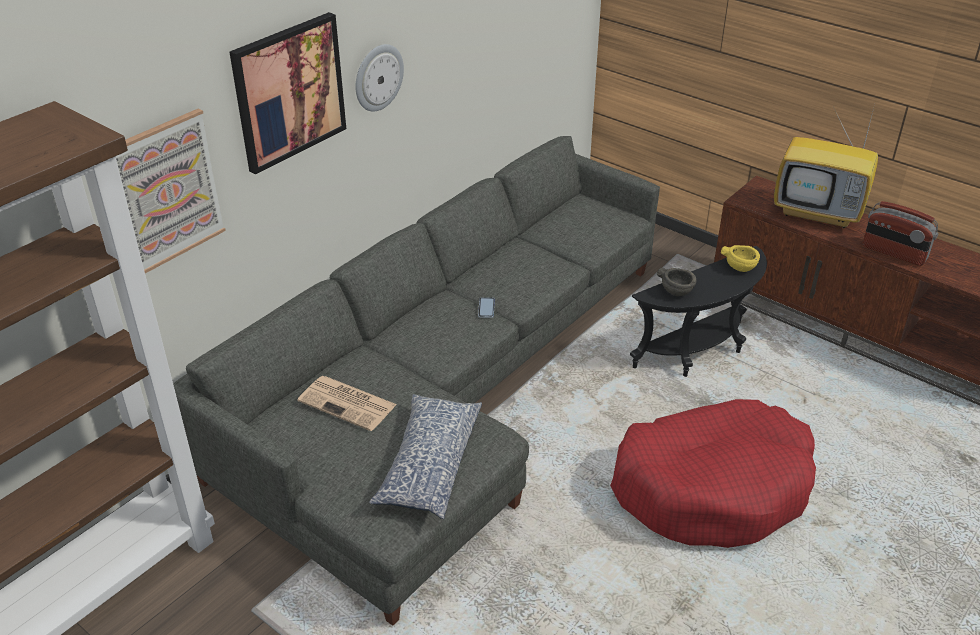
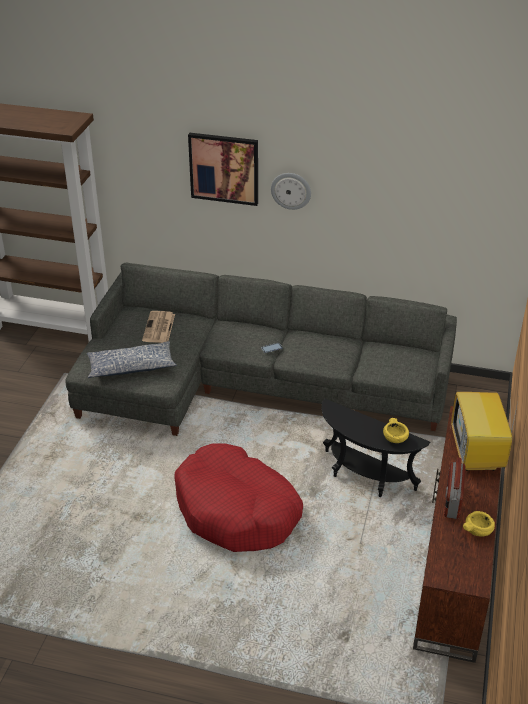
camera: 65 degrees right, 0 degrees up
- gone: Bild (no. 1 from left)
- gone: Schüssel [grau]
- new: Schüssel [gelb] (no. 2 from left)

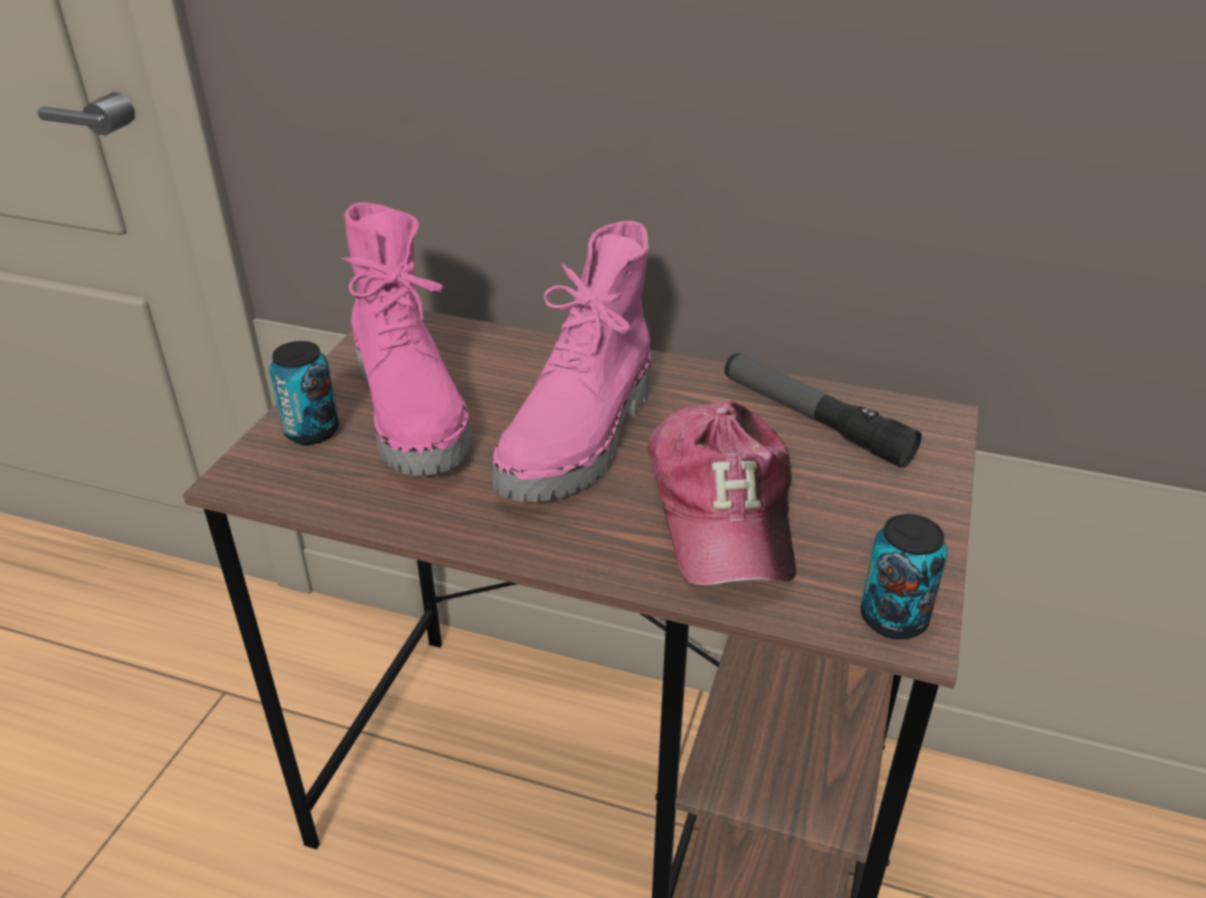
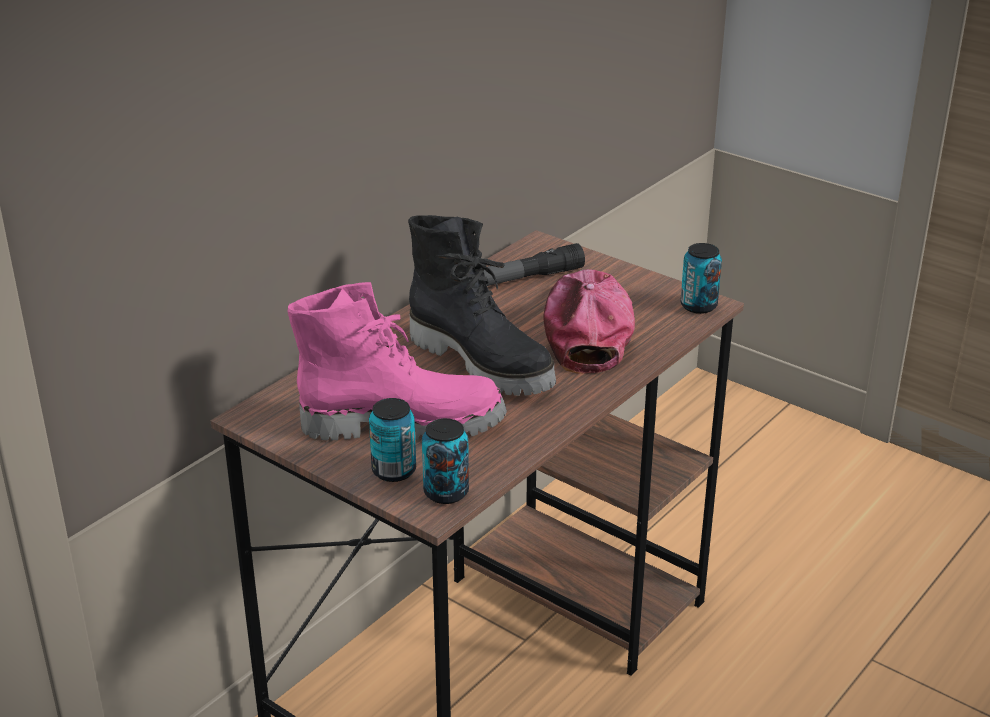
camera: 70 degrees left, 5 degrees down
- repainted: Stiefel [rosa] (no. 2 from left) to Stiefel [schwarz]
- rotated: Kappe 105 degrees counterclockwise
- new: Dose (no. 2 from left)

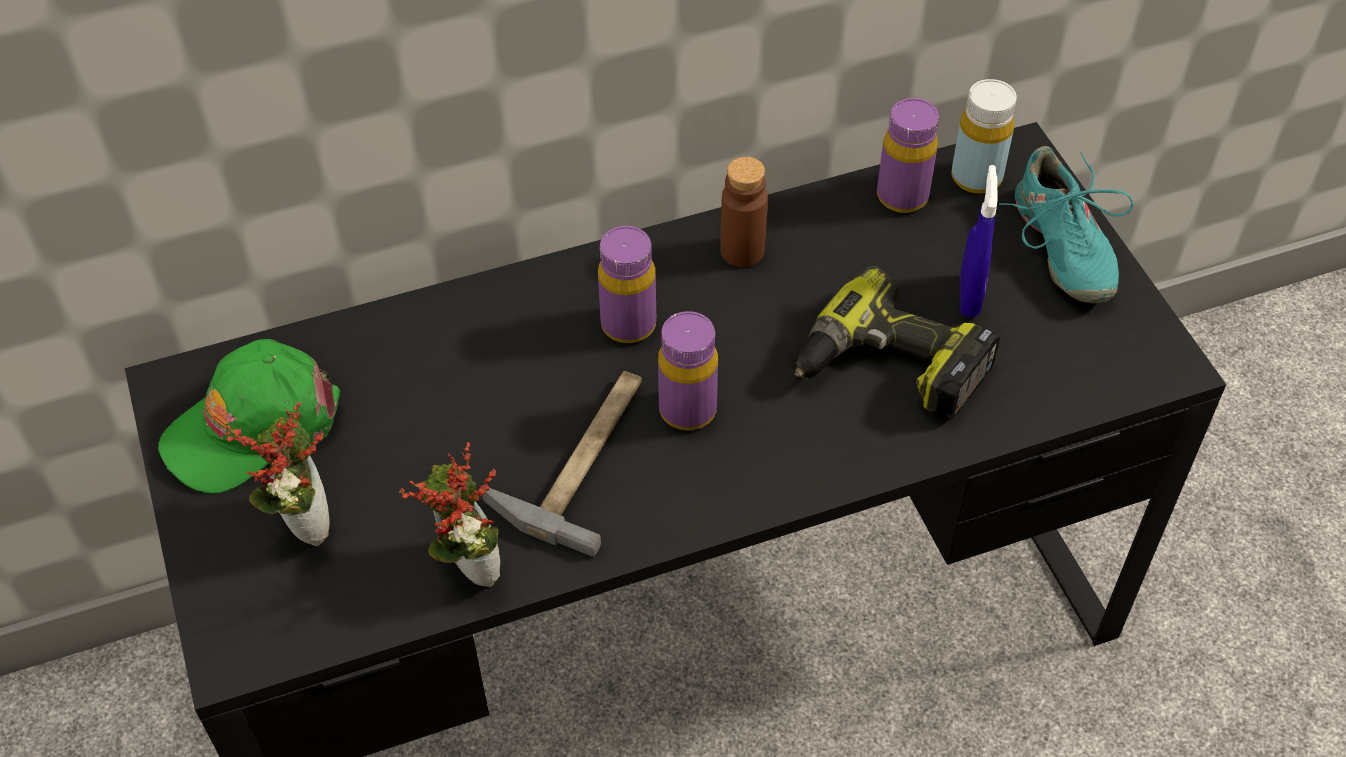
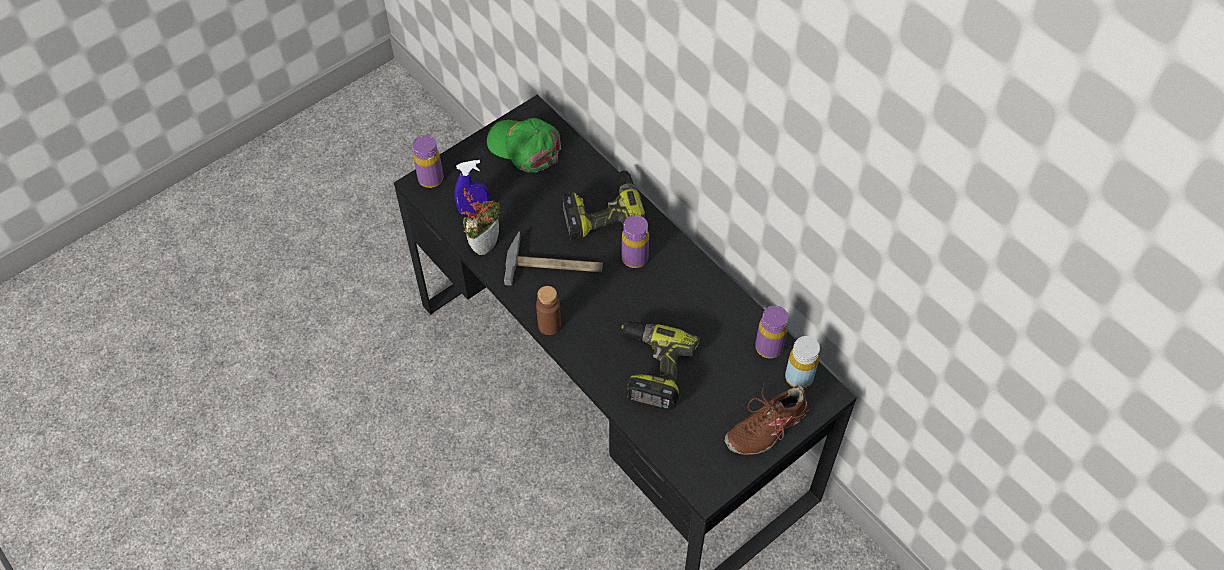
camera: 70 degrees right, 5 degrees up
- gone: Topfpflanze (no. 1 from left)
- shifted: Flasche [lila] (no. 2 from left in the first image) to Flasche [lila] (no. 1 from left)
- shifted: Flasche [braun]
- shifted: Sprühflasche [blau]
- repainted: Schuh [türkis] to Schuh [braun]
- new: Bohrmaschine (no. 1 from left)

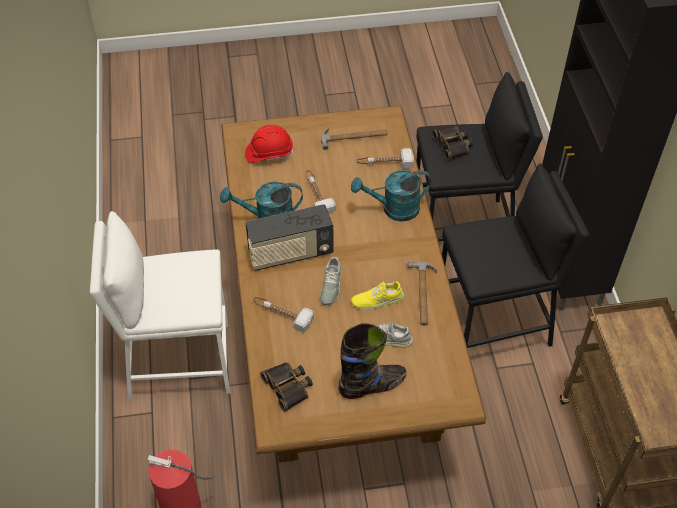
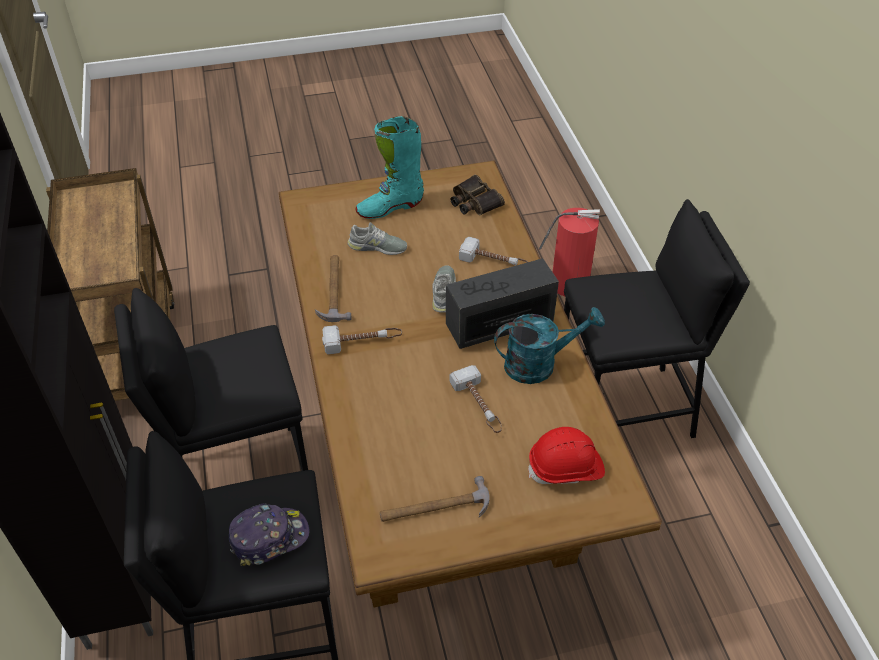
camera: 175 degrees right, 5 degrees down
- repainted: Hocker [weiß] to Hocker [schwarz] (no. 3 from left)
- repainted: Stiefel [schwarz] to Stiefel [türkis]
- gone: Gießkanne [türkis] (no. 2 from left)
- gone: Schuh [gelb]
- shifted: Hammer (no. 4 from left in the first image) to Hammer (no. 2 from left)
- swapped: Fernglas (no. 2 from left) to Kappe

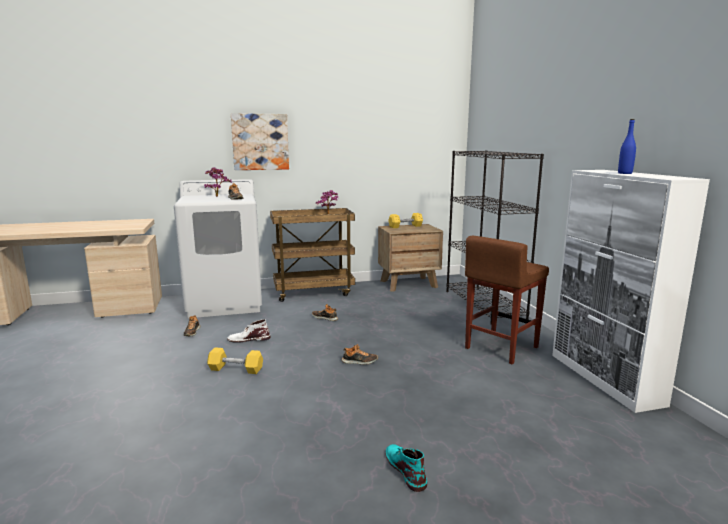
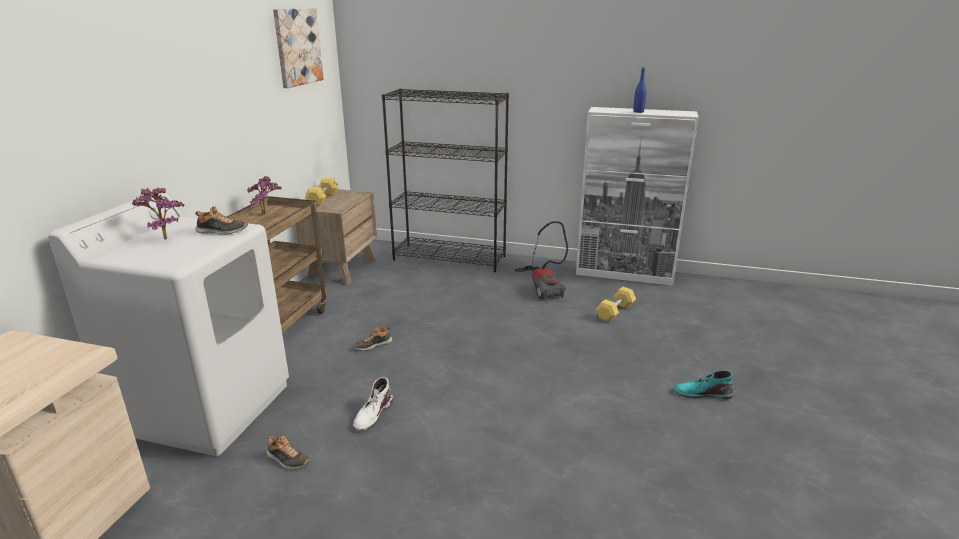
camera: 60 degrees left, 10 degrees up
- shifted: Hantel [gelb] (no. 1 from left in the first image) to Hantel [gelb] (no. 2 from left)
- shifted: Bild
- gone: Schuh (no. 4 from left)
- swapped: Hocker [braun] to Staubsauger

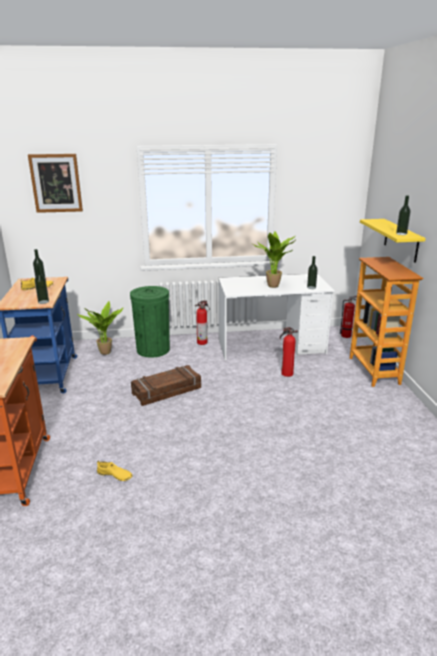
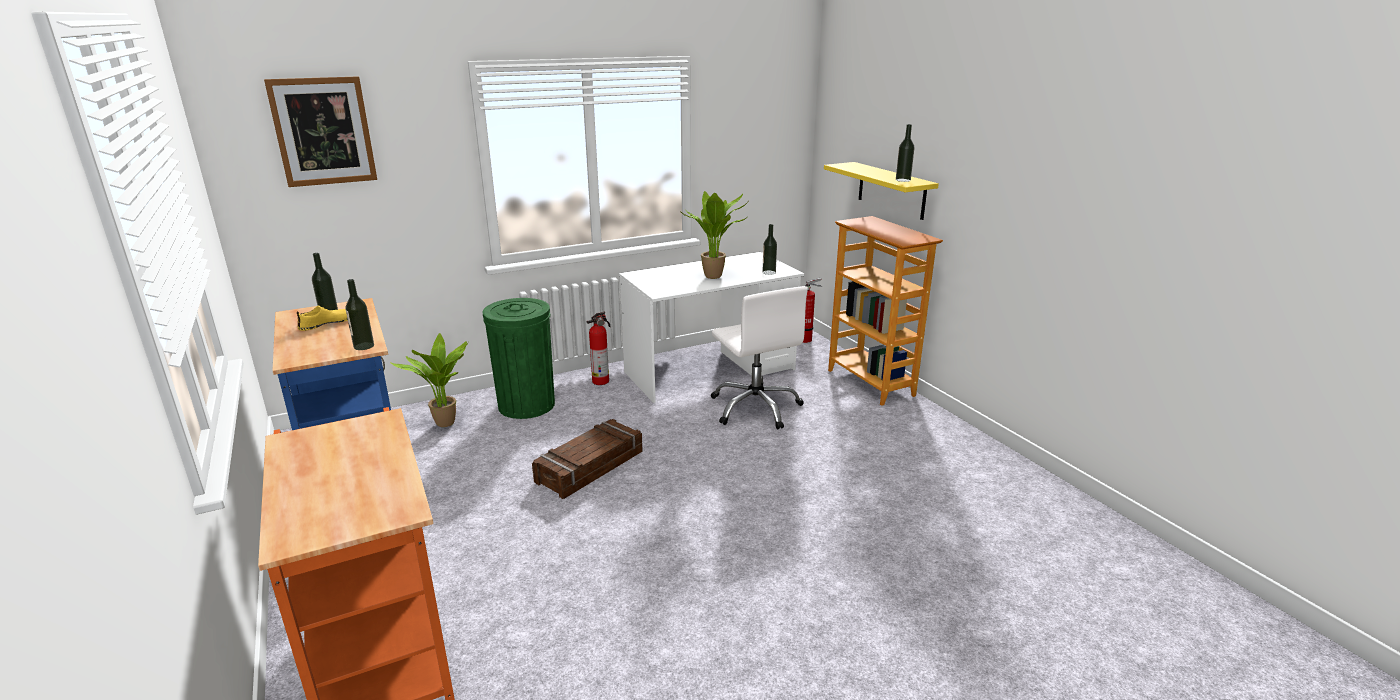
camera: 20 degrees left, 0 degrees up
- gone: Schuh [gelb] (no. 2 from left)
- swapped: Feuerlöscher (no. 2 from left) to Bürostuhl [weiß]

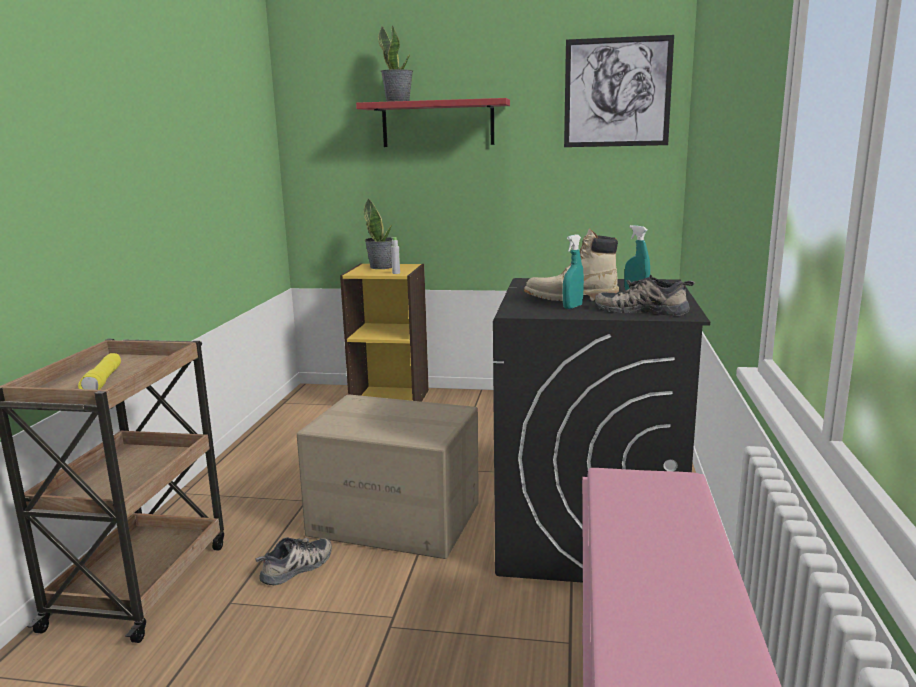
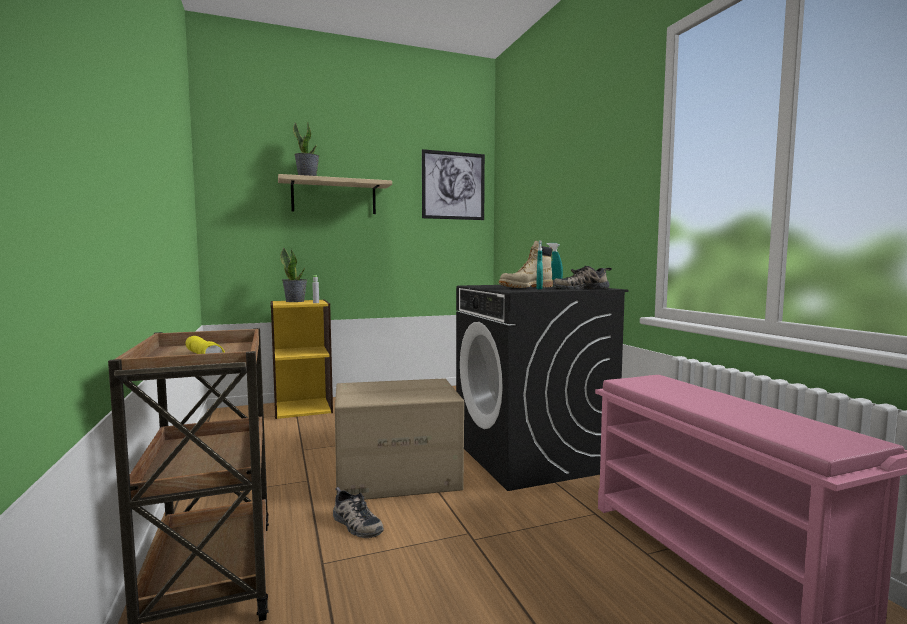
camera: 30 degrees left, 10 degrees down
- rotated: Schuh (no. 1 from left) 120 degrees clockwise
- repainted: Wandregal [rot] to Wandregal [beige]

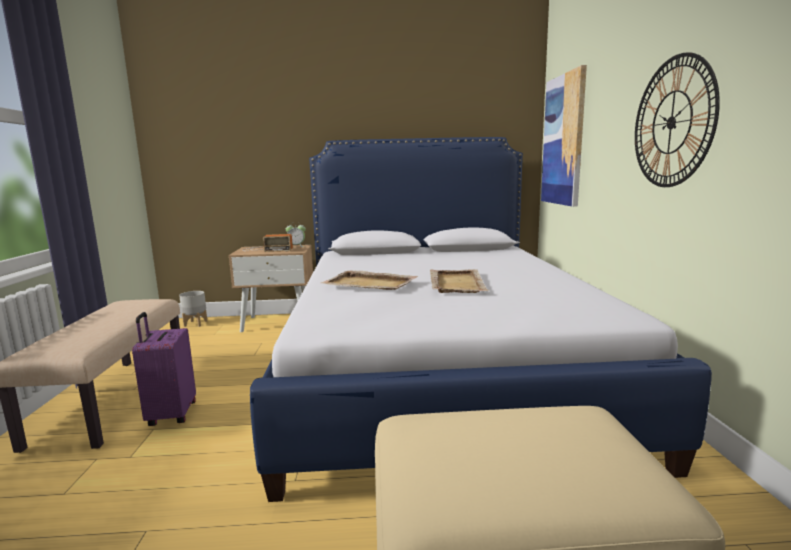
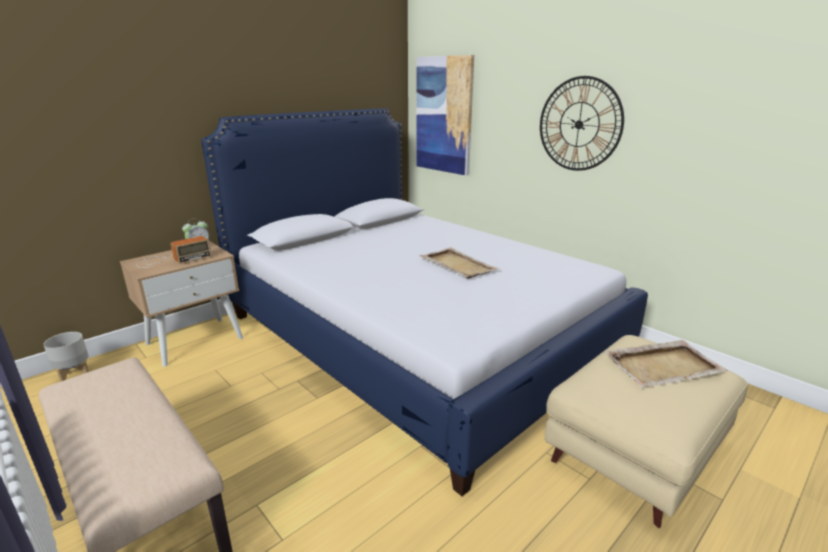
camera: 40 degrees left, 10 degrees up
- gone: Koffer [lila]
- shifted: Tablett [beige] (no. 1 from left in the first image) to Tablett [beige] (no. 2 from left)

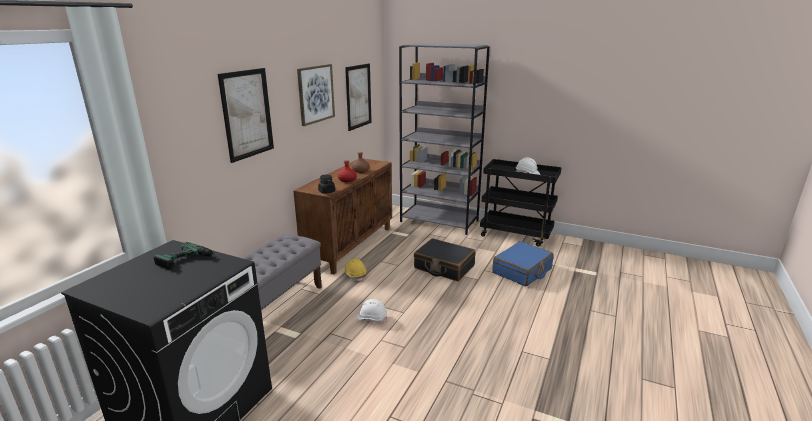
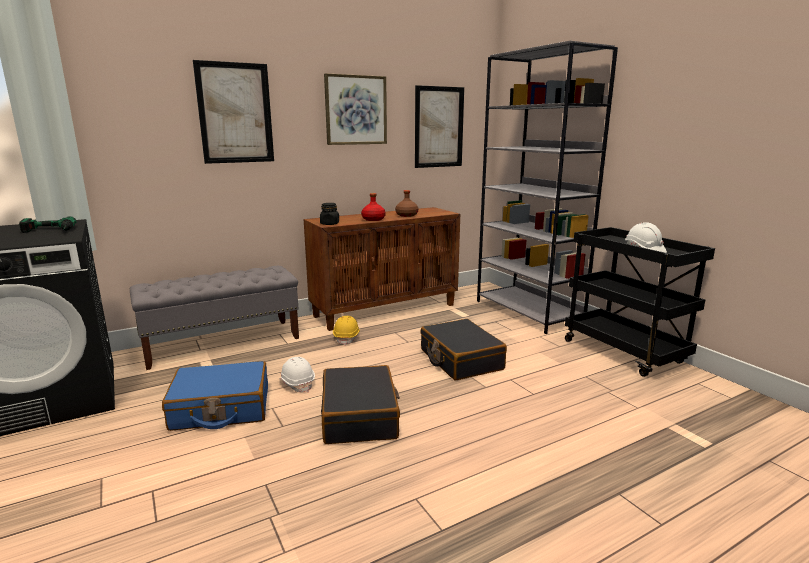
camera: 35 degrees right, 5 degrees down
- shifted: Koffer [blau]
- new: Koffer [schwarz] (no. 1 from left)

